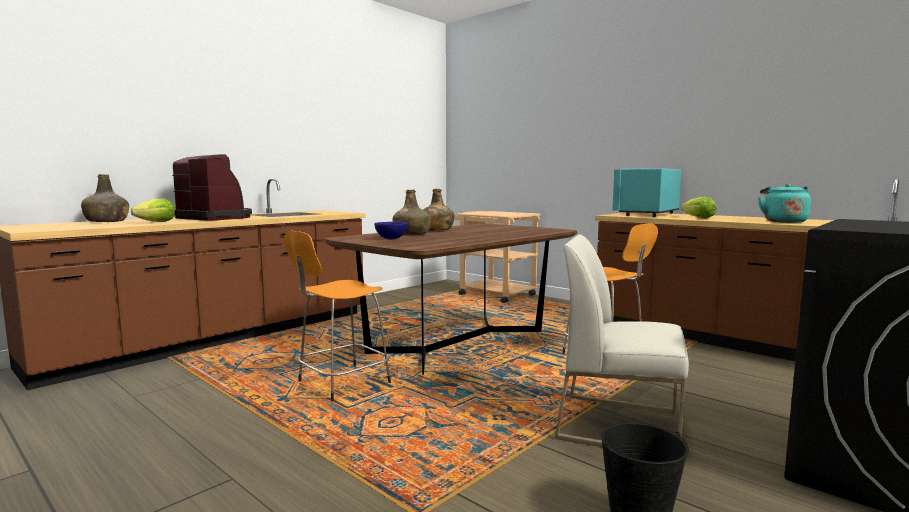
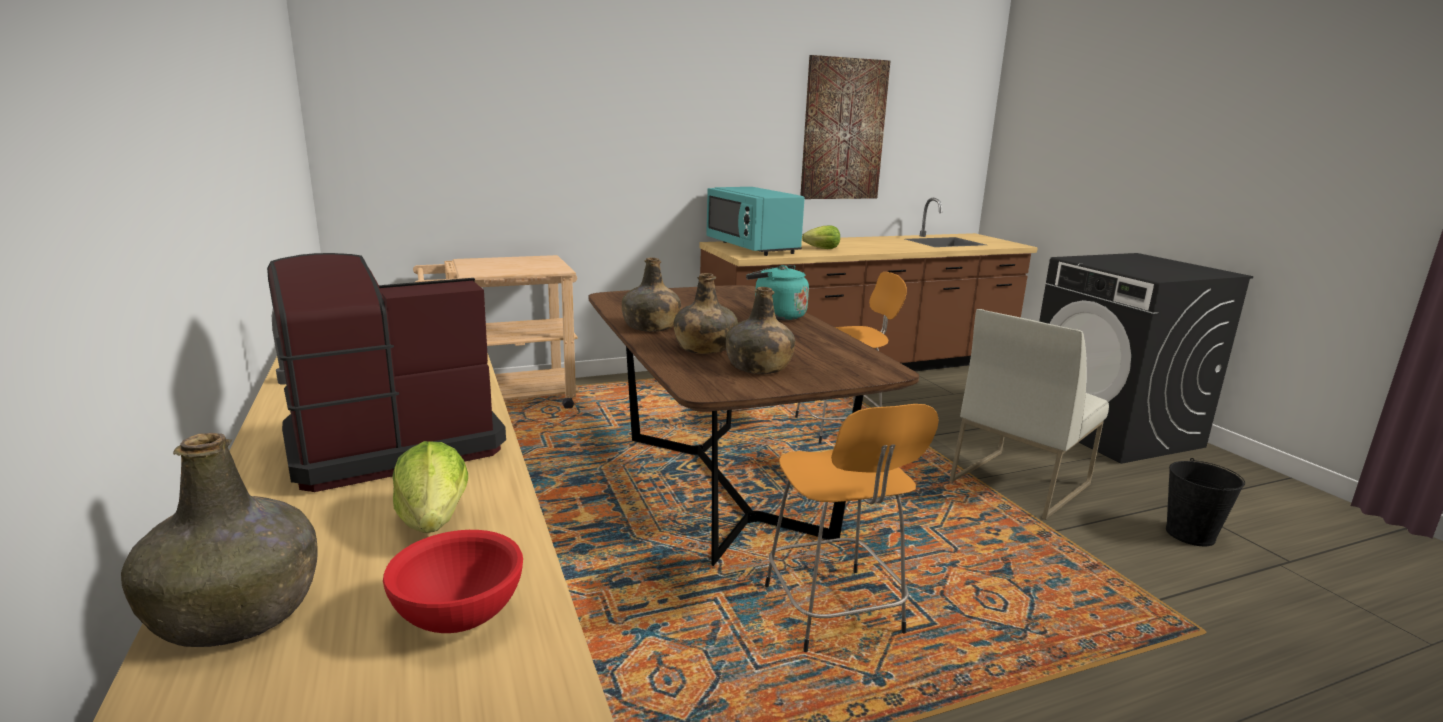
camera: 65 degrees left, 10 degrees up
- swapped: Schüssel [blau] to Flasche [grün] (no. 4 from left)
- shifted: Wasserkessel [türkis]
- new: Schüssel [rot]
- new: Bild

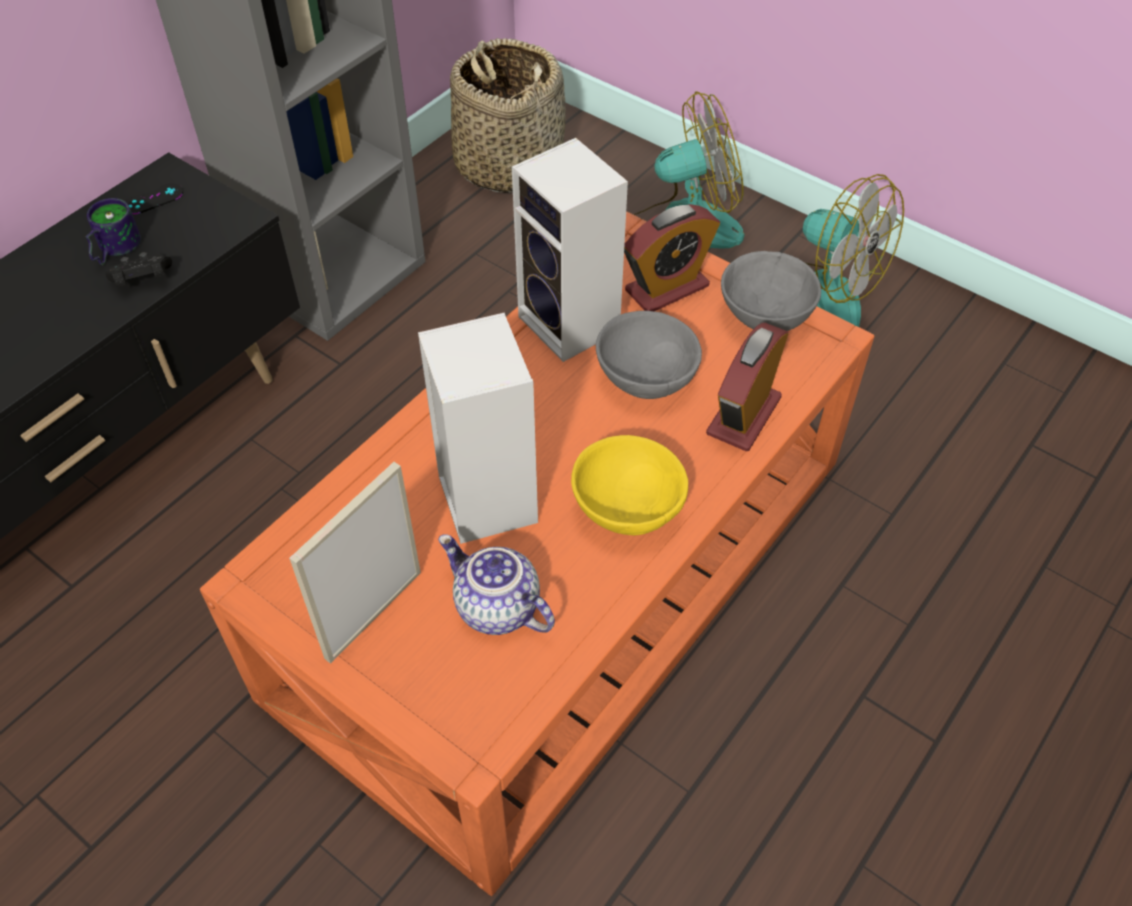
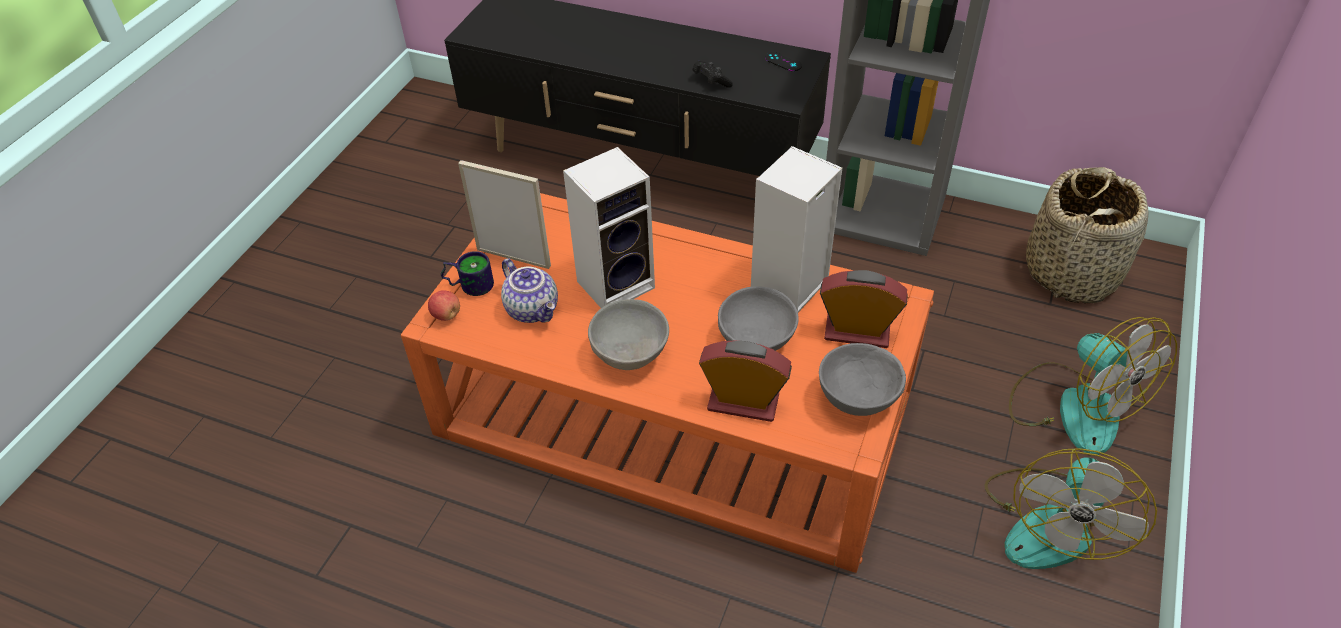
camera: 75 degrees right, 5 degrees down
- shifted: Henkelbecher
- rotated: Teekanne 120 degrees clockwise
- repainted: Schüssel [gelb] to Schüssel [grau] (no. 1 from left)
- rotated: Wecker (no. 1 from left in the first image) 150 degrees clockwise
- new: Apfel

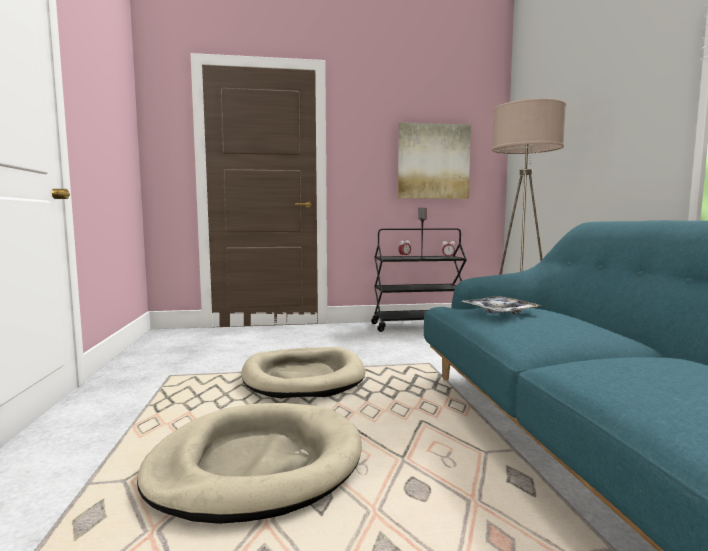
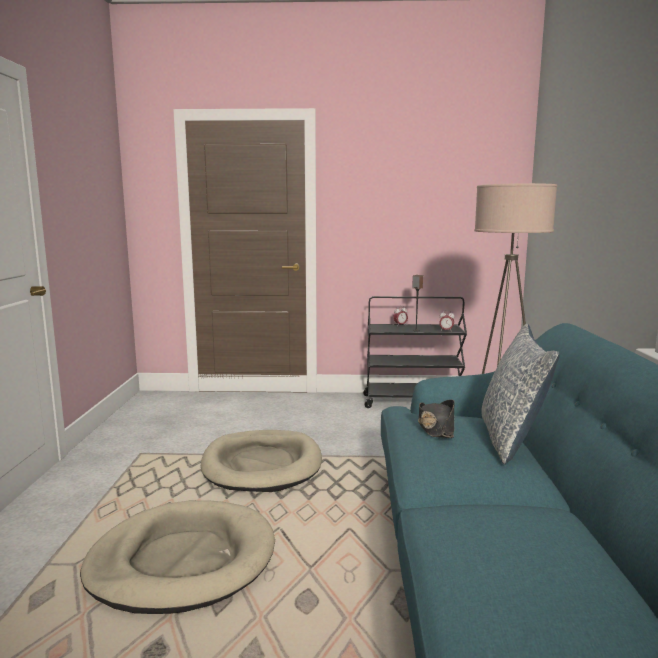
camera: 10 degrees right, 5 degrees up
- gone: Bild
- swapped: Tablett to Hut [schwarz]
- new: Kissen

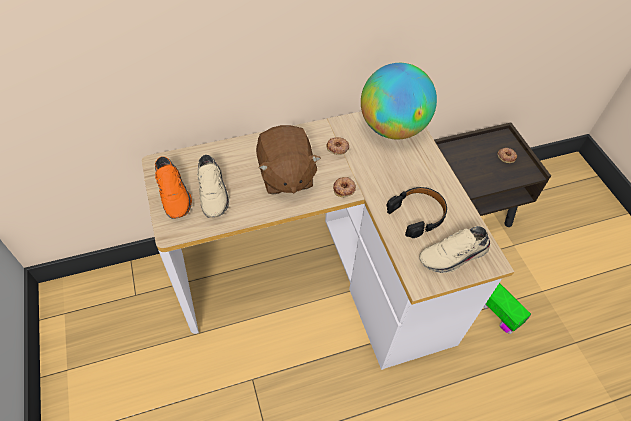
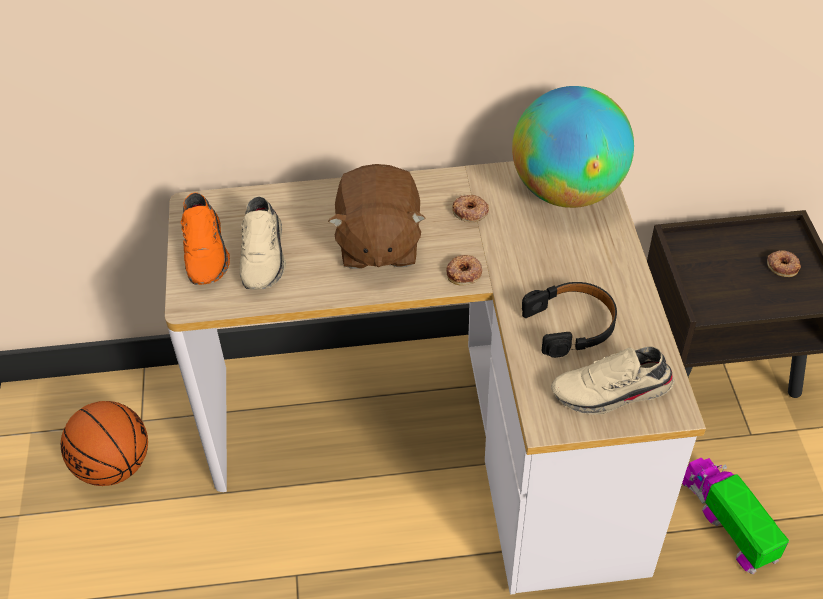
camera: 15 degrees right, 5 degrees down
- new: Basketball

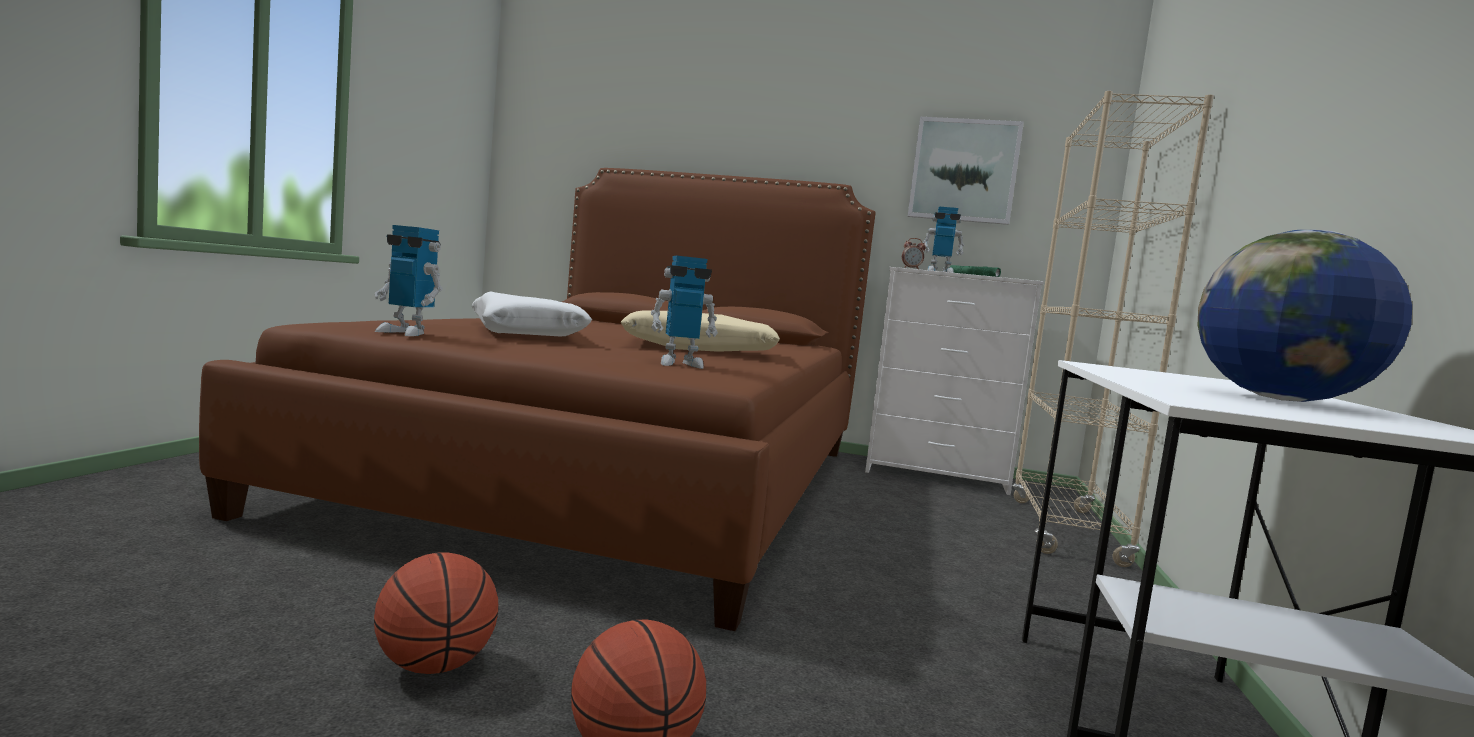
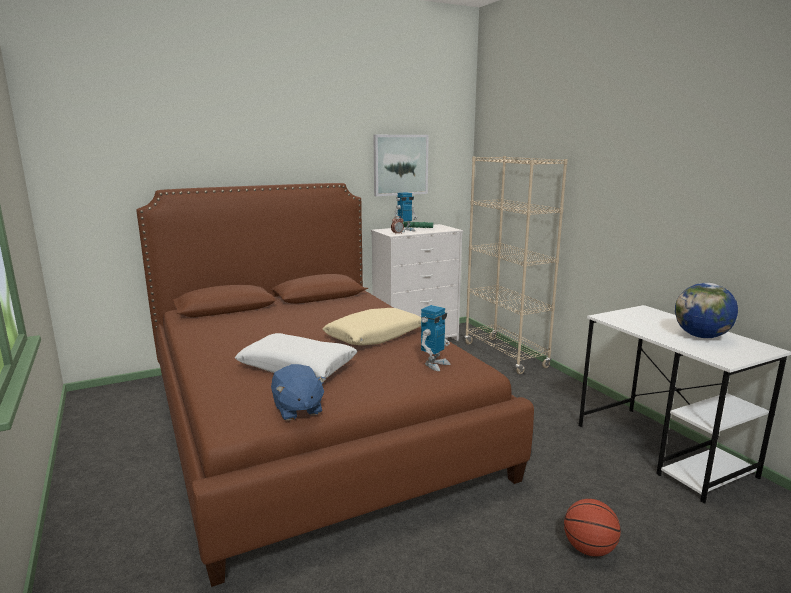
camera: 40 degrees left, 10 degrees up
- gone: Basketball (no. 1 from left)
- swapped: Spielzeugroboter (no. 1 from left) to Plüschtier [blau]

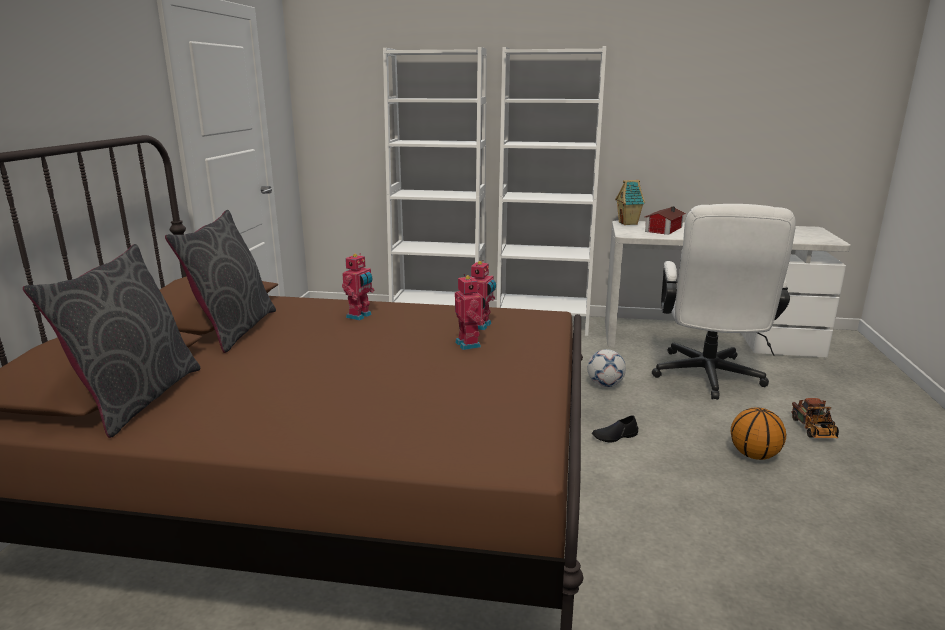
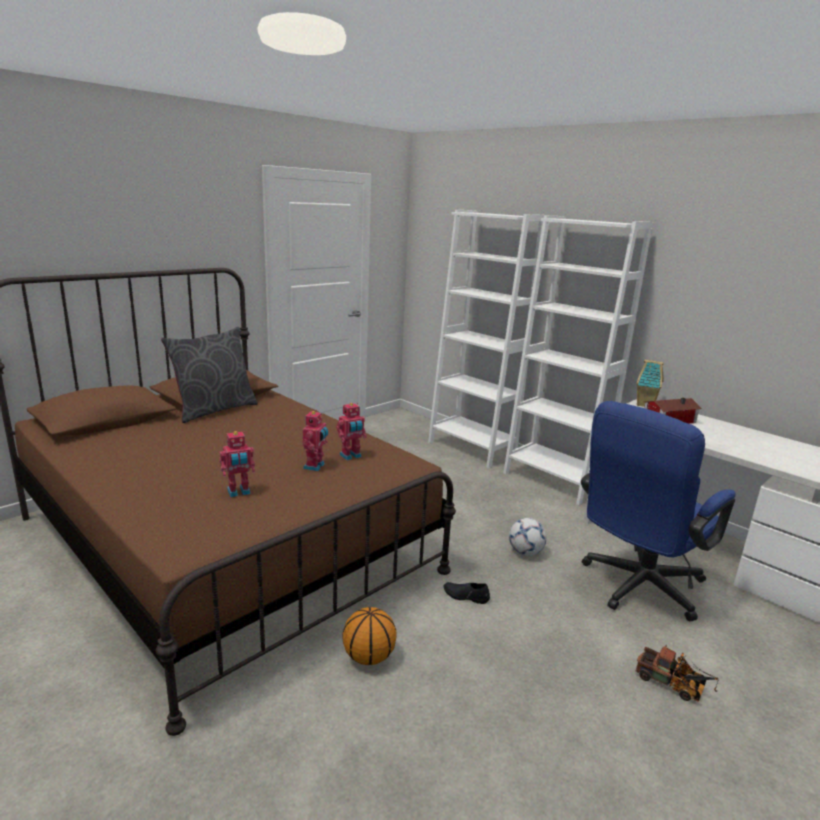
camera: 35 degrees right, 0 degrees up
- gone: Kissen [grau] (no. 1 from left)
- shifted: Spielzeugroboter (no. 1 from left)
- repainted: Bürostuhl [weiß] to Bürostuhl [blau]
- shifted: Basketball
- rotated: Spielzeuglaster 90 degrees counterclockwise

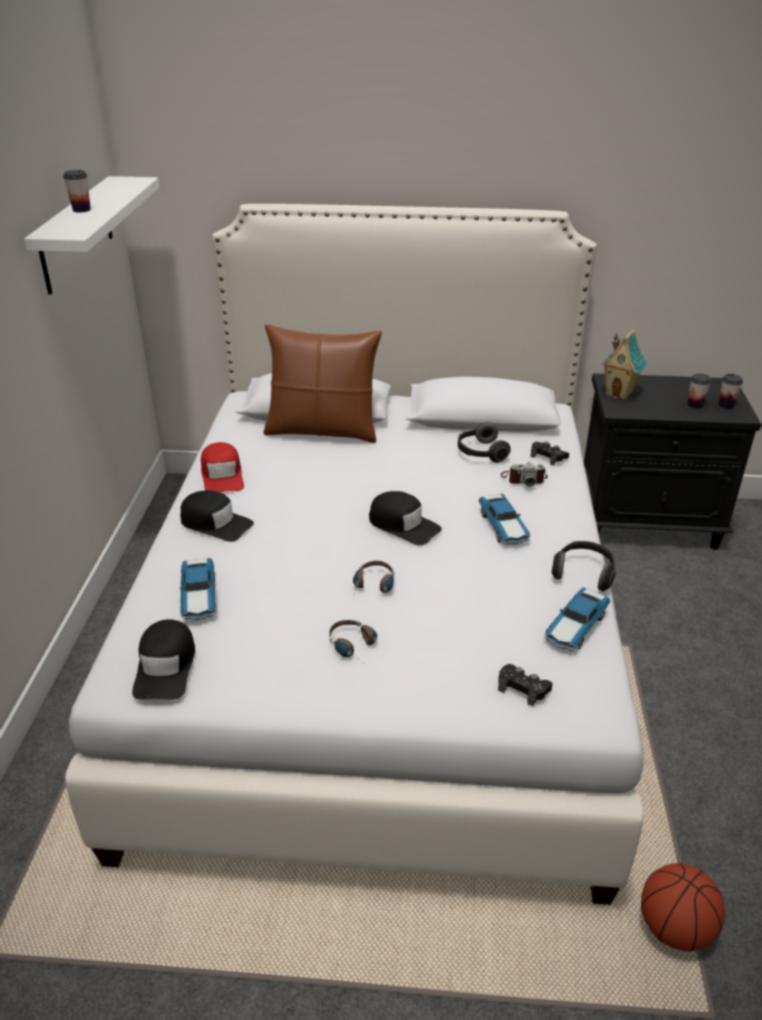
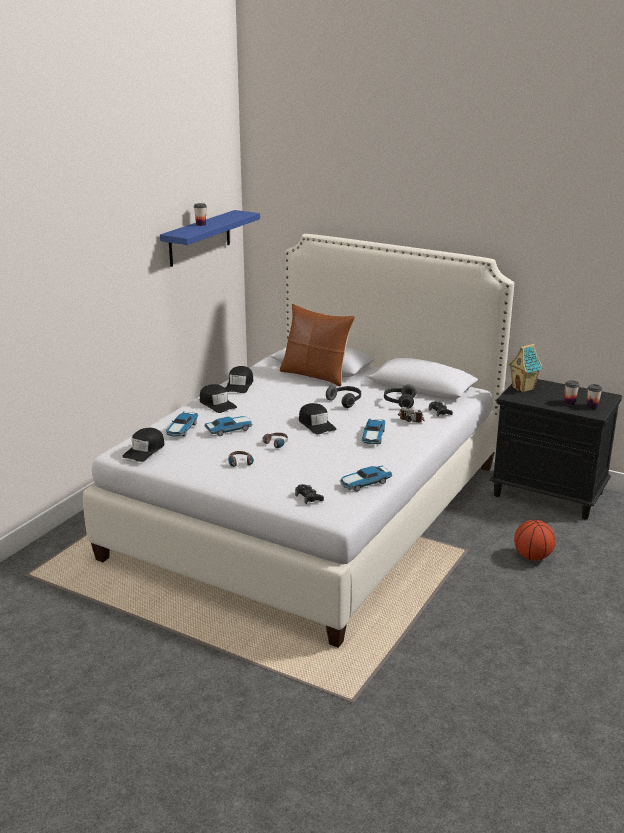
camera: 25 degrees right, 10 degrees down
- repainted: Wandregal [weiß] to Wandregal [blau]
- repainted: Kappe [rot] to Kappe [schwarz] (no. 3 from left)
- shifted: Kopfhörer (no. 4 from left in the first image) to Kopfhörer (no. 3 from left)
- shifted: Basketball
- new: Spielzeugauto (no. 2 from left)

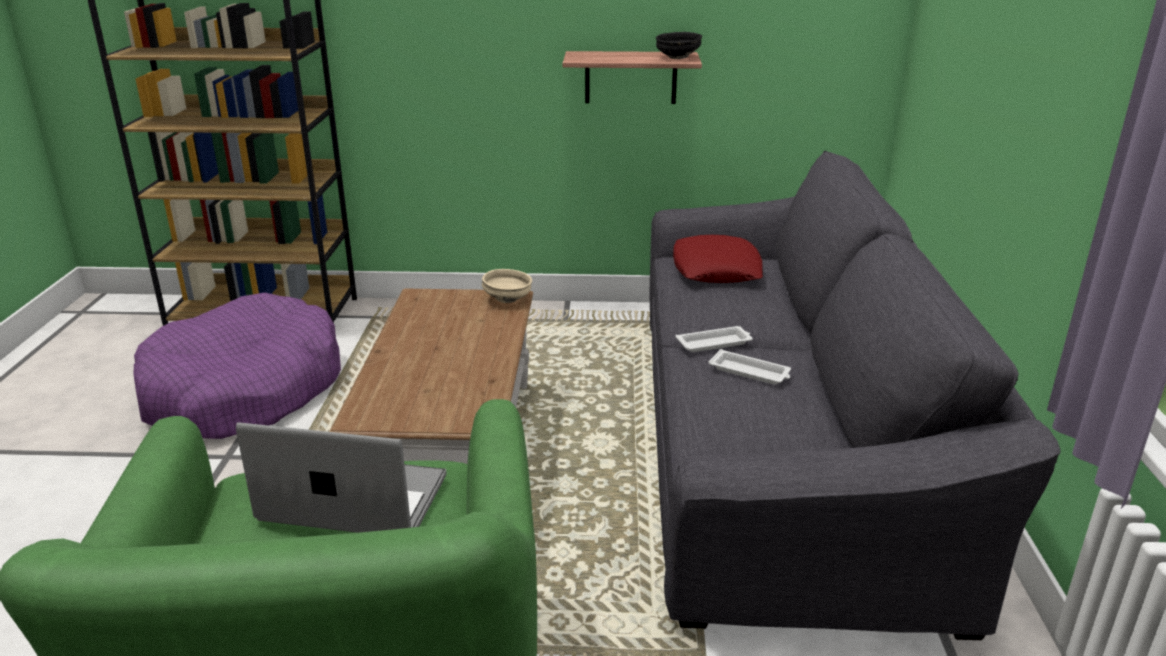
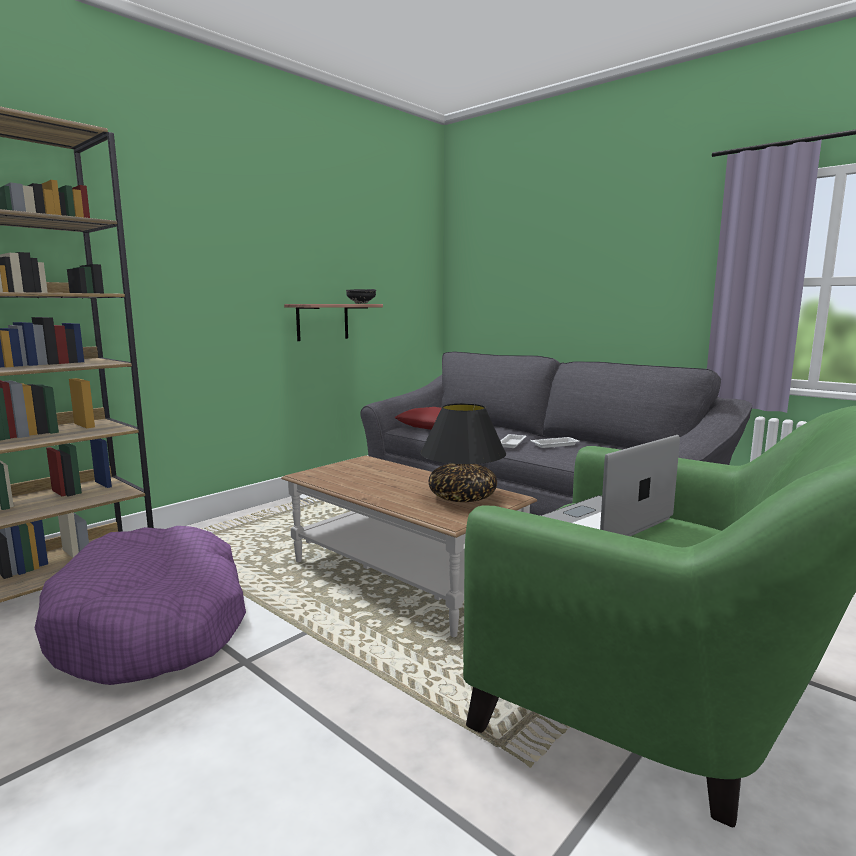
camera: 50 degrees left, 15 degrees down
- gone: Schüssel [beige]
- new: Tischlampe [schwarz]

